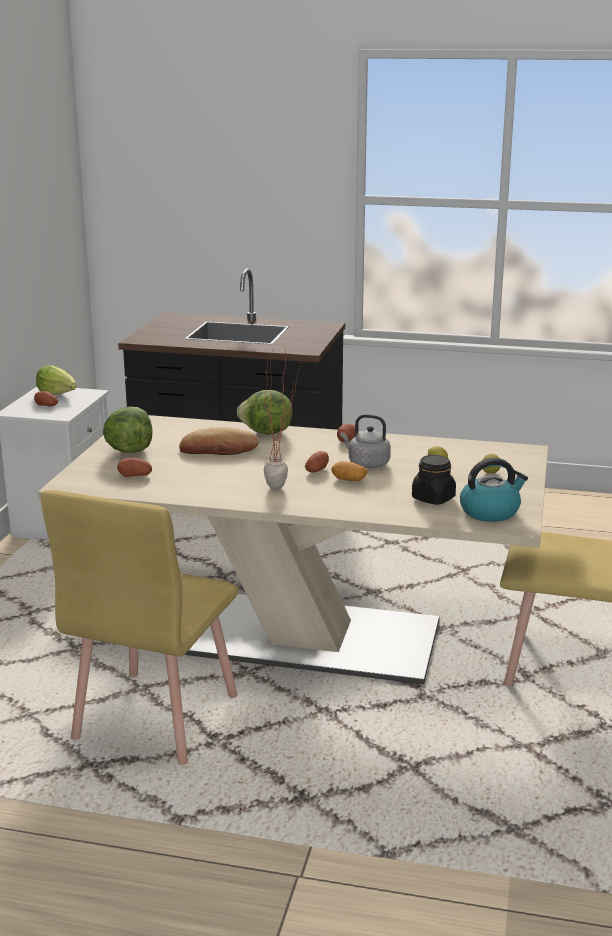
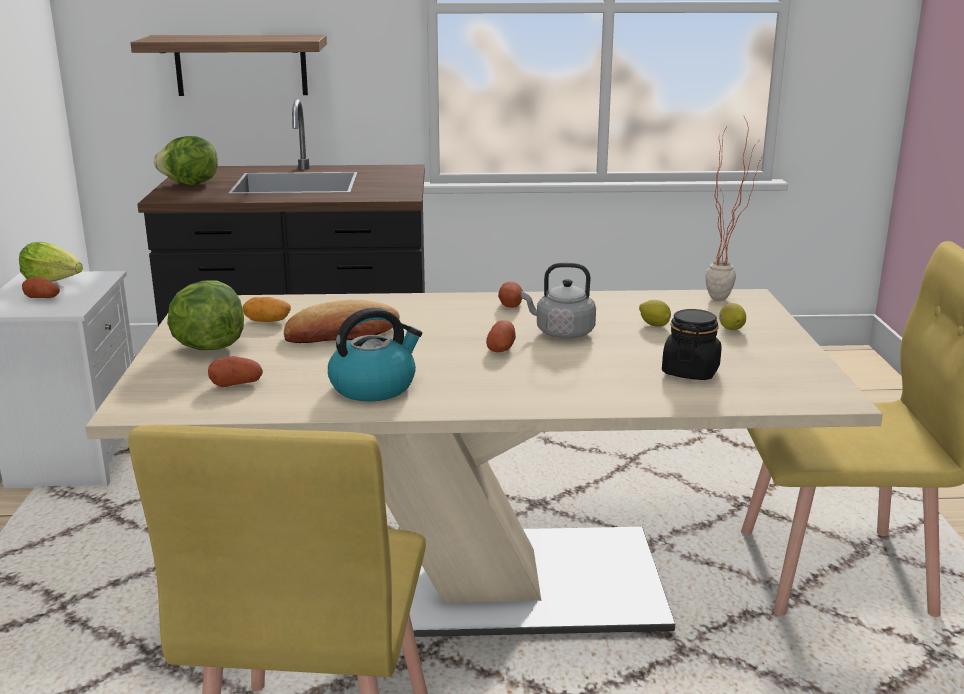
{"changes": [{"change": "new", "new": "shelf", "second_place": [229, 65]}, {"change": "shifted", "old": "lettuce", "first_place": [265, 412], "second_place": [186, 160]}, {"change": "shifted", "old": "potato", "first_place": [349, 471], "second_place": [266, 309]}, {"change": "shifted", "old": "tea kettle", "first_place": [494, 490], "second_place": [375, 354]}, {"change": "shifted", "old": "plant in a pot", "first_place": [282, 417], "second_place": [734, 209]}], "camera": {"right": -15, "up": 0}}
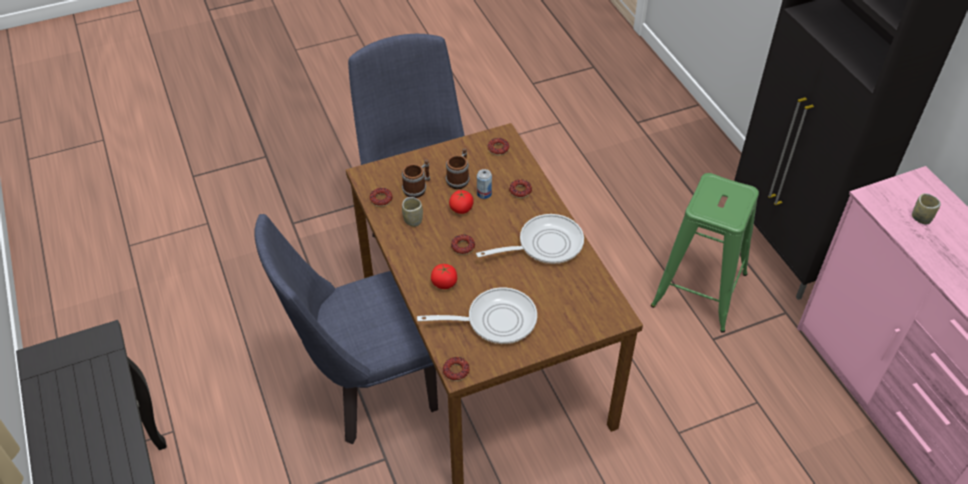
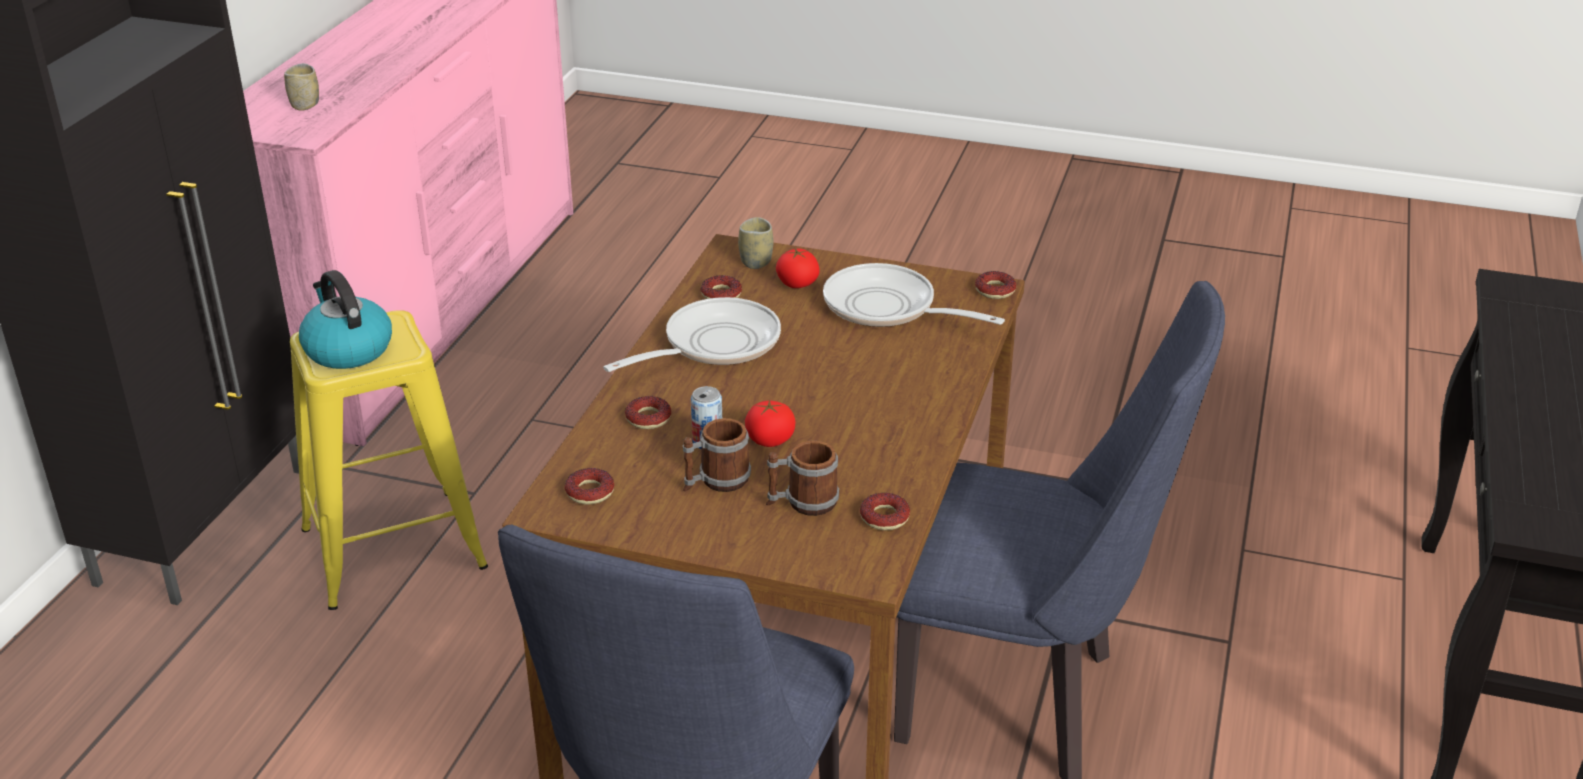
{"changes": [{"change": "repainted", "old": "green-coloured stool", "new": "yellow-coloured stool", "first_place": [705, 253], "second_place": [389, 460]}, {"change": "new", "new": "tea kettle", "second_place": [345, 319]}, {"change": "rotated", "old": "frying pan", "first_place": [530, 239], "second_place": [692, 334], "degrees": 120}, {"change": "shifted", "old": "donut", "first_place": [463, 244], "second_place": [721, 287]}, {"change": "shifted", "old": "drinking cup", "first_place": [412, 212], "second_place": [755, 243]}, {"change": "shifted", "old": "tomato", "first_place": [444, 276], "second_place": [798, 268]}], "camera": {"right": -140, "up": -15}}
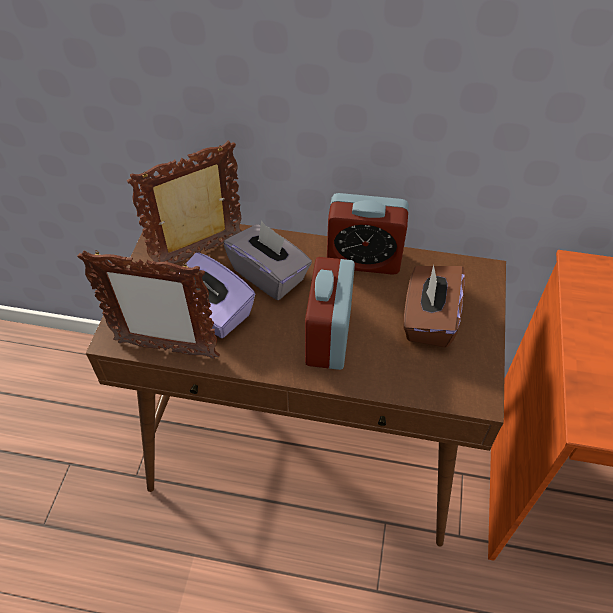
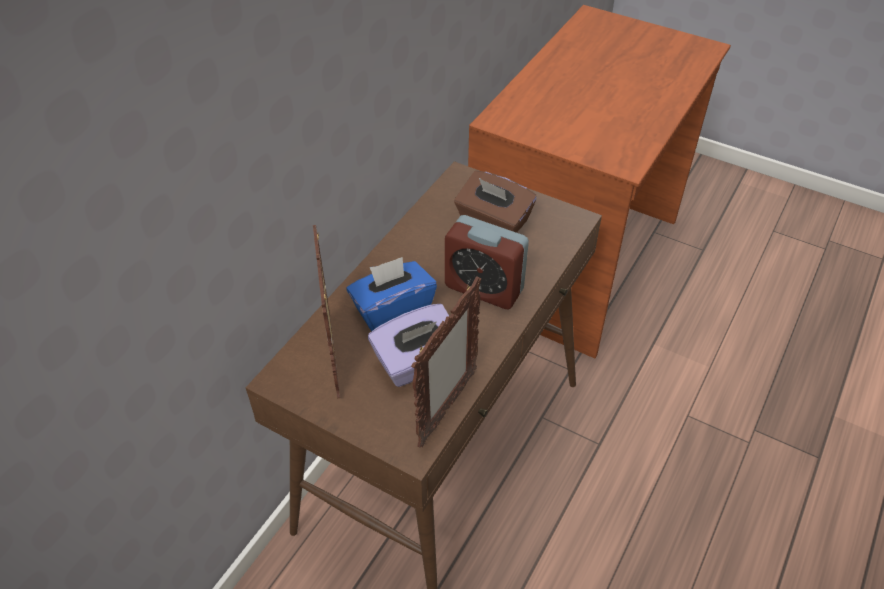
{"changes": [{"change": "repainted", "old": "gray tissue holder", "new": "blue tissue holder", "first_place": [268, 260], "second_place": [392, 294]}, {"change": "gone", "old": "bedside clock", "first_place": [368, 234]}], "camera": {"right": -70, "up": -5}}
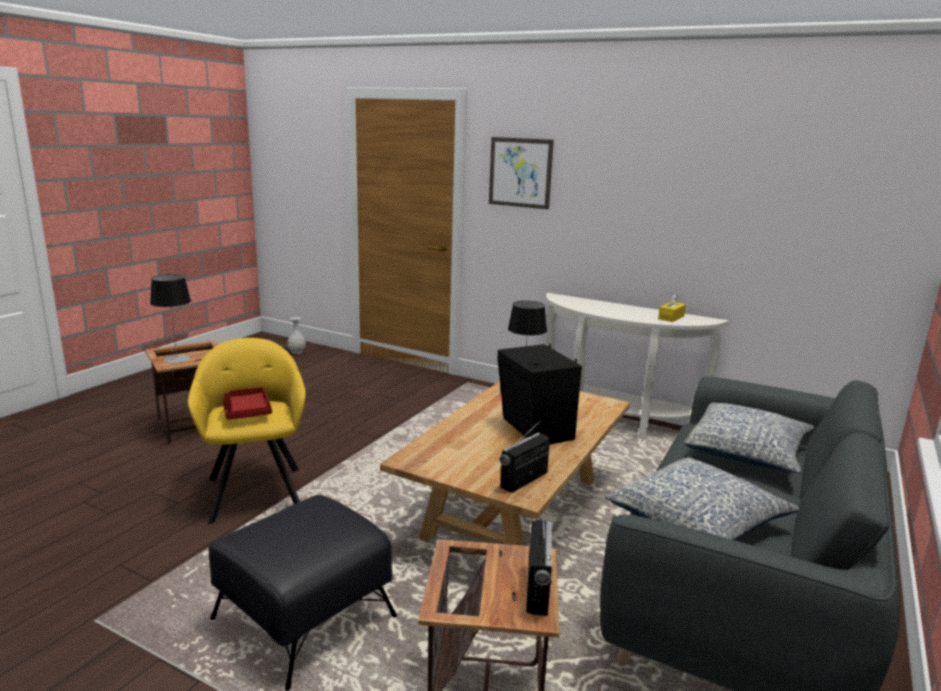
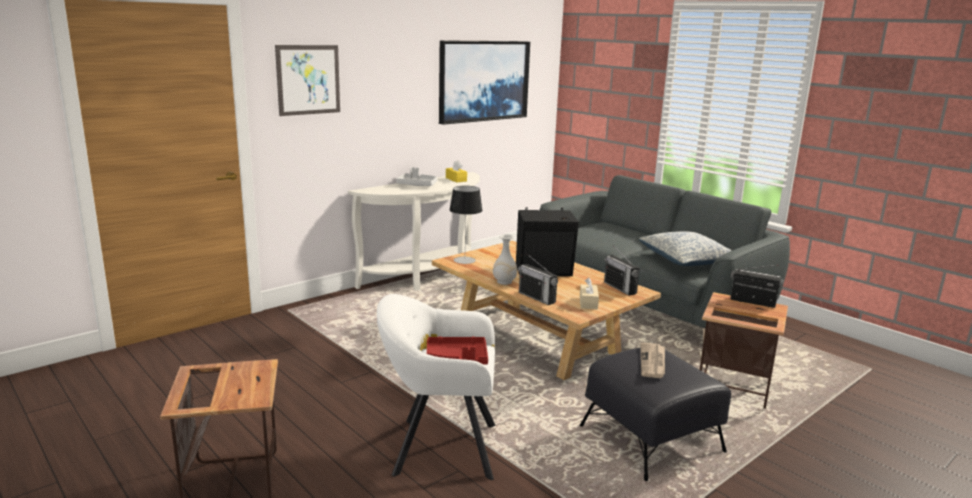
{"changes": [{"change": "repainted", "old": "yellow-coloured easy chair", "new": "white easy chair", "first_place": [247, 431], "second_place": [436, 387]}, {"change": "new", "new": "gray serving tray", "second_place": [416, 176]}, {"change": "new", "new": "wall picture", "second_place": [484, 82]}, {"change": "shifted", "old": "white vase", "first_place": [297, 335], "second_place": [505, 259]}, {"change": "new", "new": "radio receiver", "second_place": [538, 279]}, {"change": "new", "new": "beige-coloured tissue holder", "second_place": [589, 294]}, {"change": "new", "new": "daily paper", "second_place": [652, 360]}, {"change": "gone", "old": "lamp for a table", "first_place": [170, 318]}, {"change": "gone", "old": "pillow", "first_place": [749, 438]}], "camera": {"right": -70, "up": 0}}
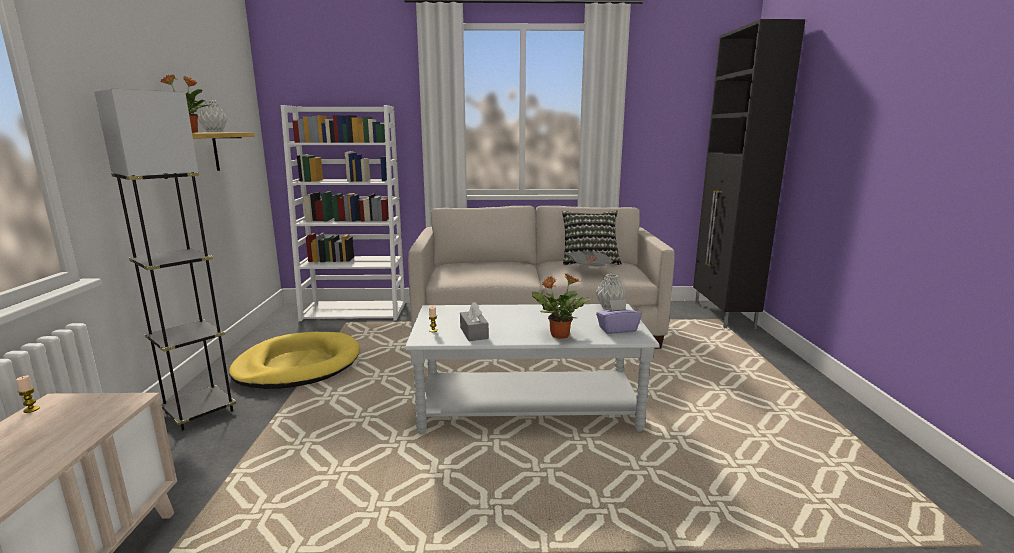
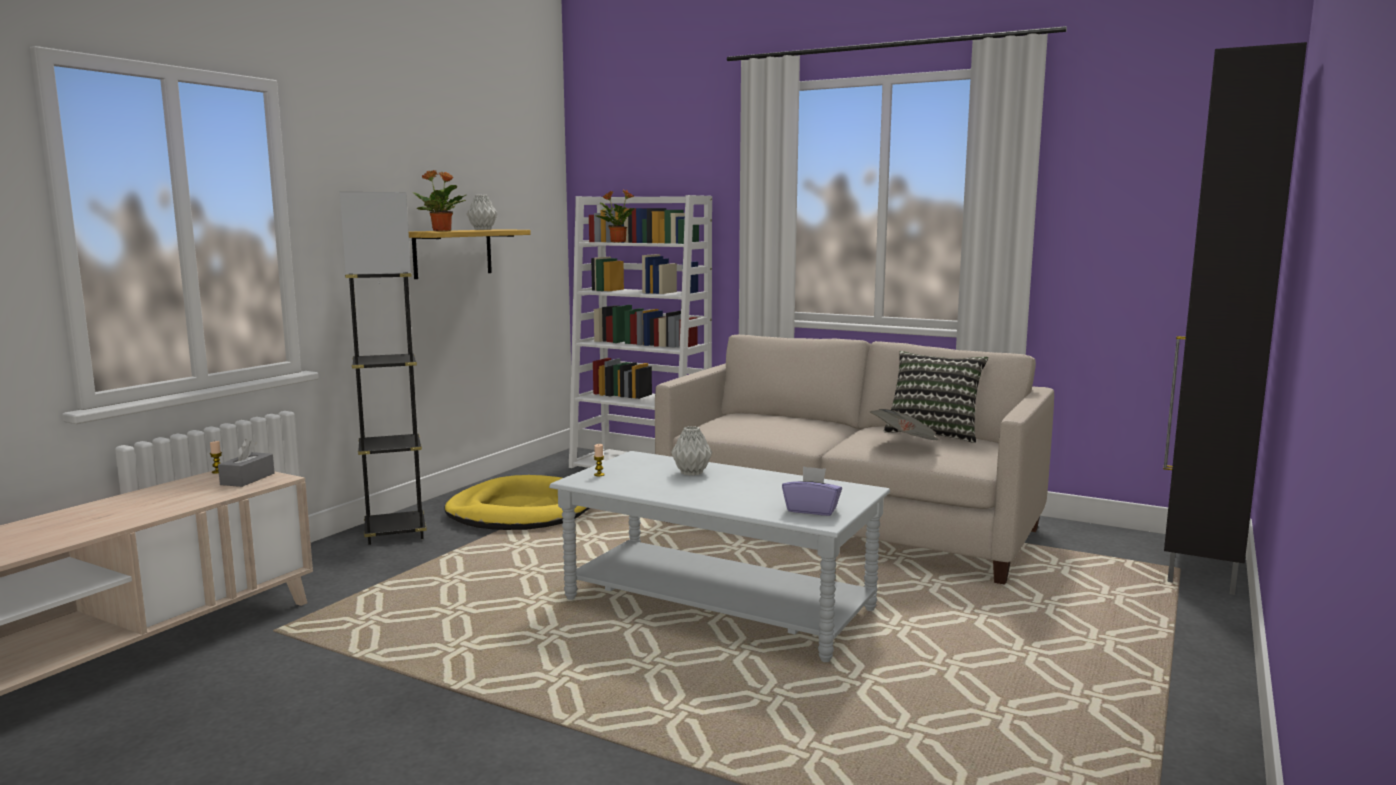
{"changes": [{"change": "shifted", "old": "gray tissue holder", "first_place": [474, 321], "second_place": [246, 463]}, {"change": "shifted", "old": "plant in a pot", "first_place": [561, 306], "second_place": [615, 216]}, {"change": "shifted", "old": "gray vase", "first_place": [611, 292], "second_place": [691, 451]}], "camera": {"right": 30, "up": -5}}
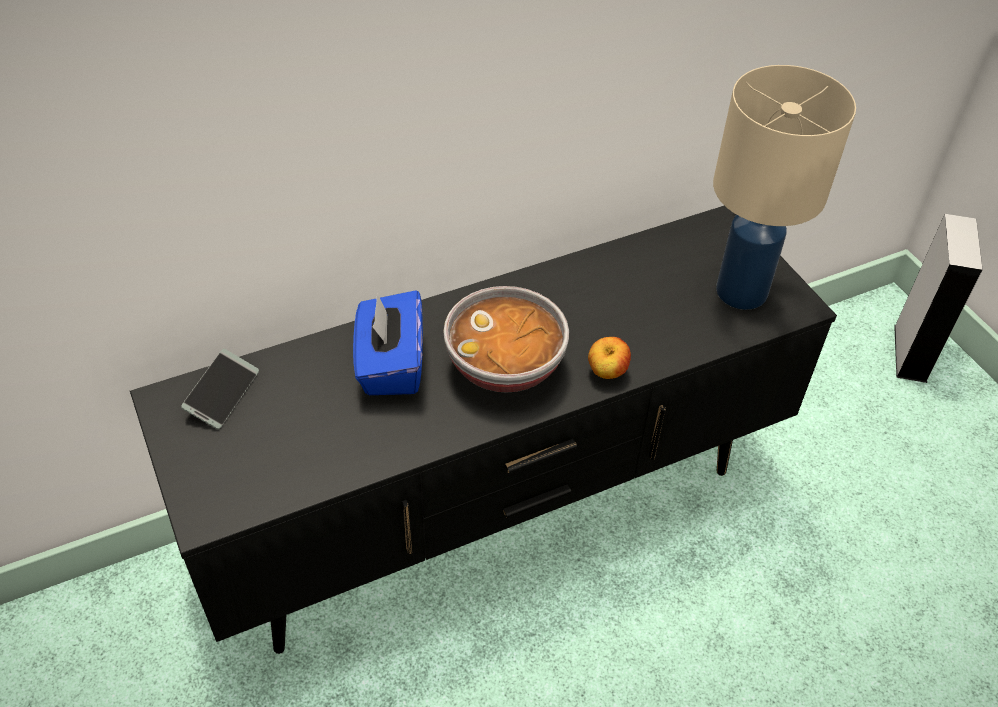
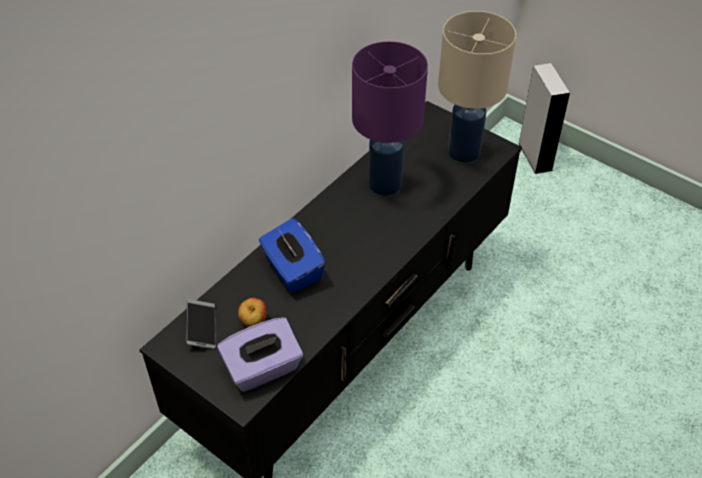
{"changes": [{"change": "new", "new": "purple-coloured tissue holder", "second_place": [260, 354]}, {"change": "shifted", "old": "whole apple", "first_place": [609, 358], "second_place": [252, 312]}, {"change": "new", "new": "purple-coloured lamp for a table", "second_place": [390, 118]}, {"change": "gone", "old": "bowl", "first_place": [506, 339]}], "camera": {"right": -25, "up": 0}}
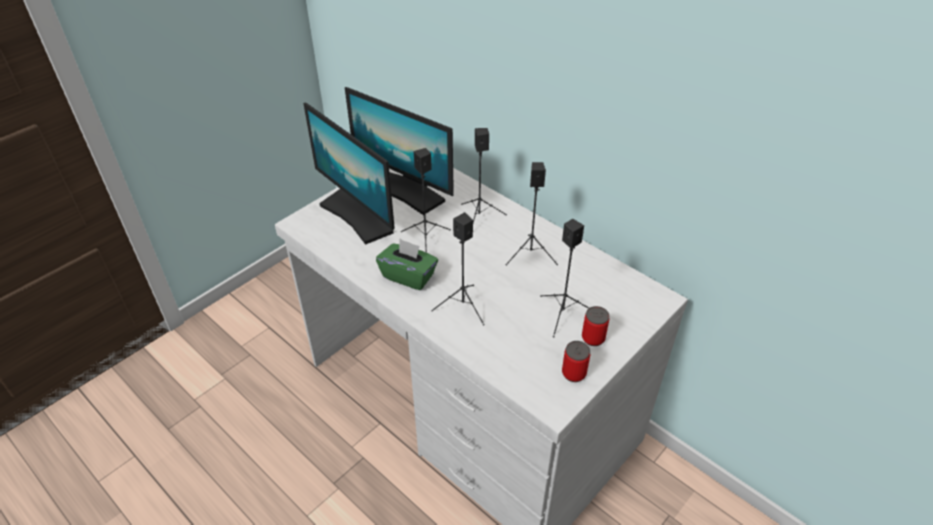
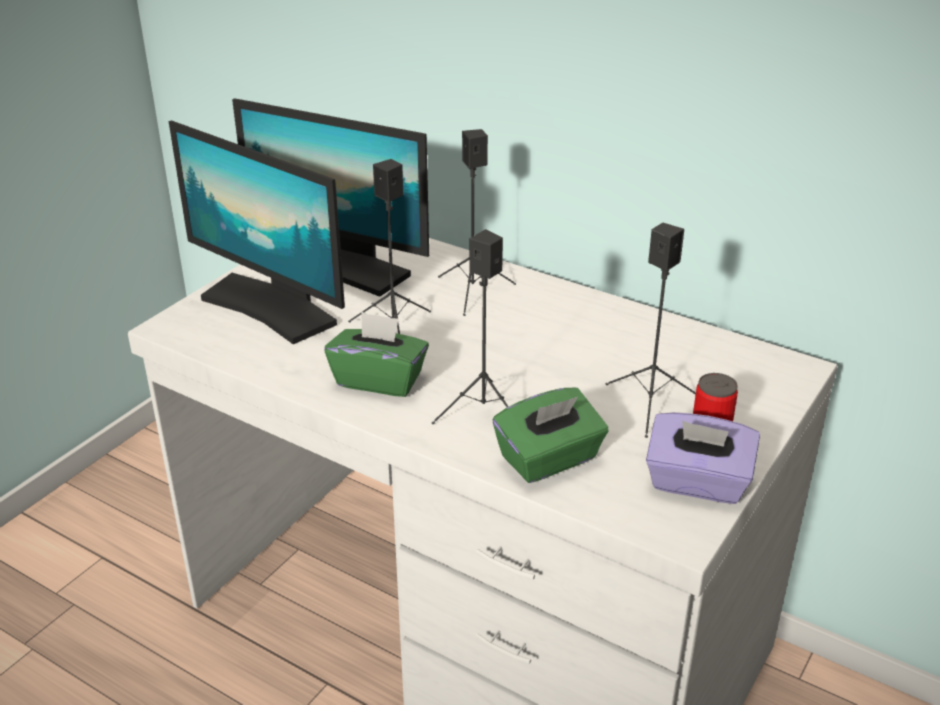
{"changes": [{"change": "new", "new": "green-coloured tissue holder", "second_place": [551, 435]}, {"change": "swapped", "old": "can", "new": "purple-coloured tissue holder", "first_place": [576, 361], "second_place": [703, 458]}, {"change": "gone", "old": "blackish audio speaker", "first_place": [532, 214]}], "camera": {"right": -10, "up": -10}}
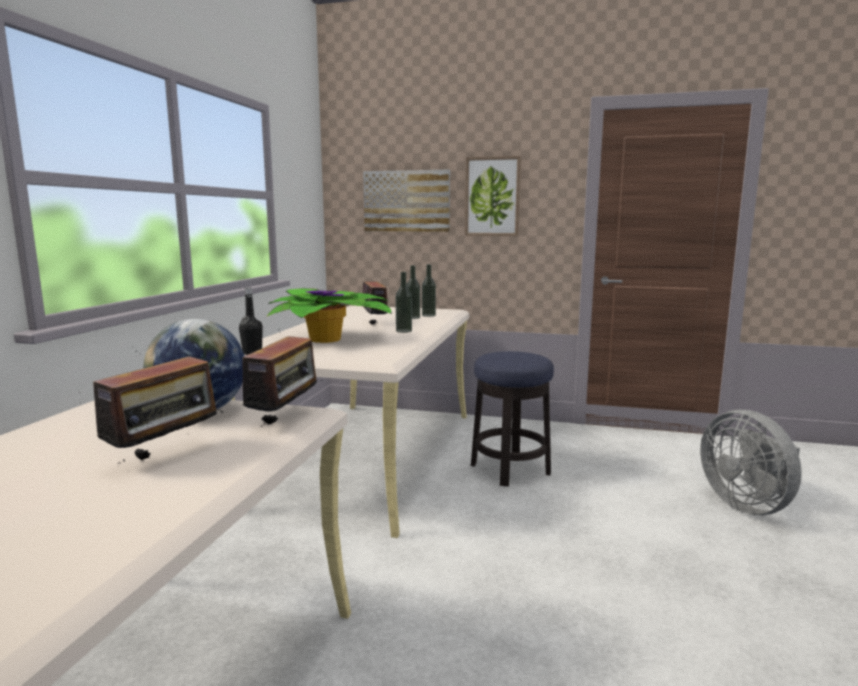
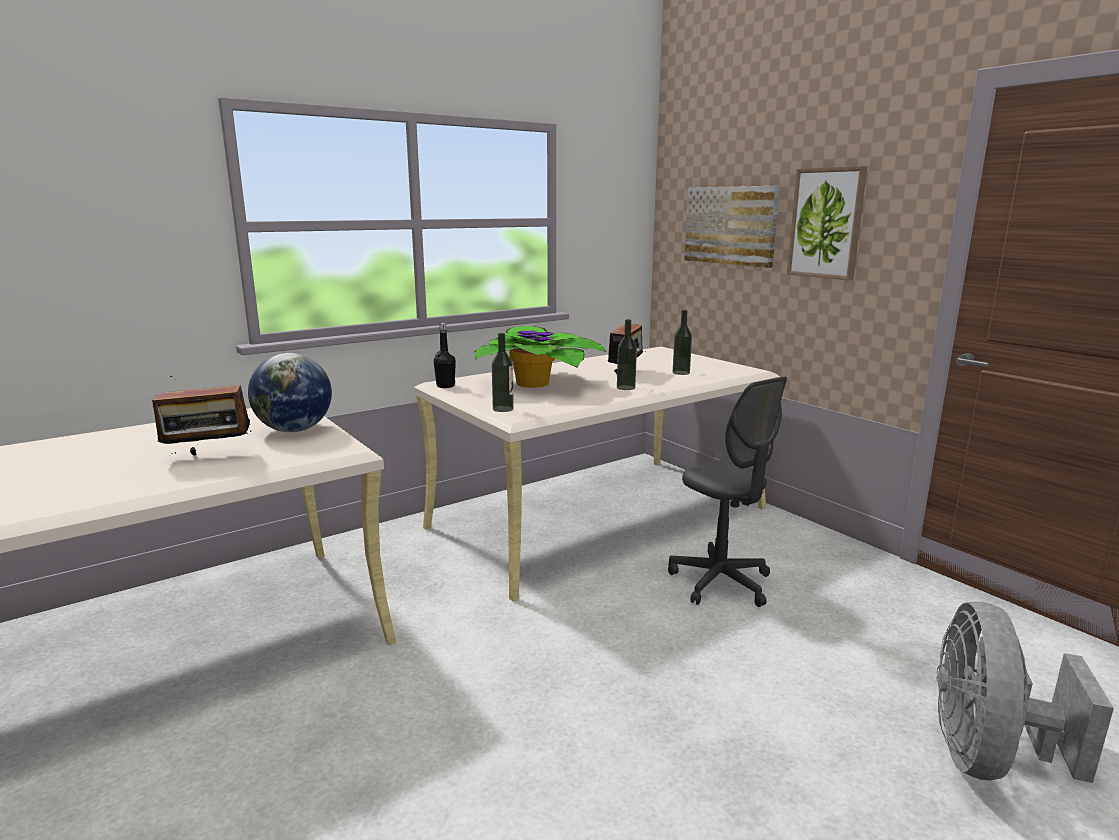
{"changes": [{"change": "shifted", "old": "drink bottle", "first_place": [429, 290], "second_place": [503, 372]}, {"change": "swapped", "old": "stool", "new": "gray desk chair", "first_place": [512, 419], "second_place": [727, 491]}, {"change": "gone", "old": "radio receiver", "first_place": [277, 377]}], "camera": {"right": 40, "up": 5}}
